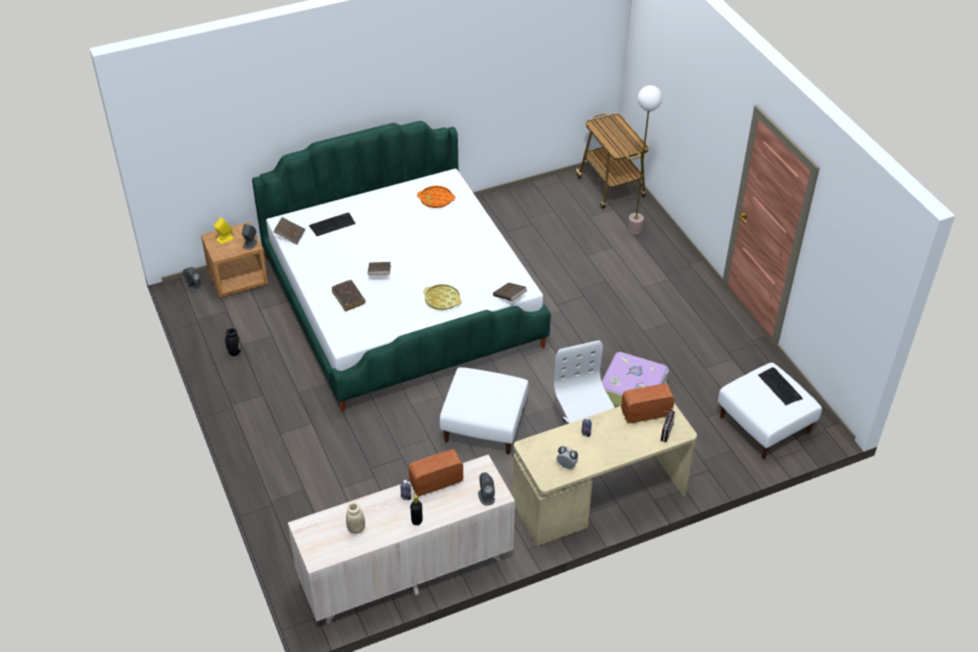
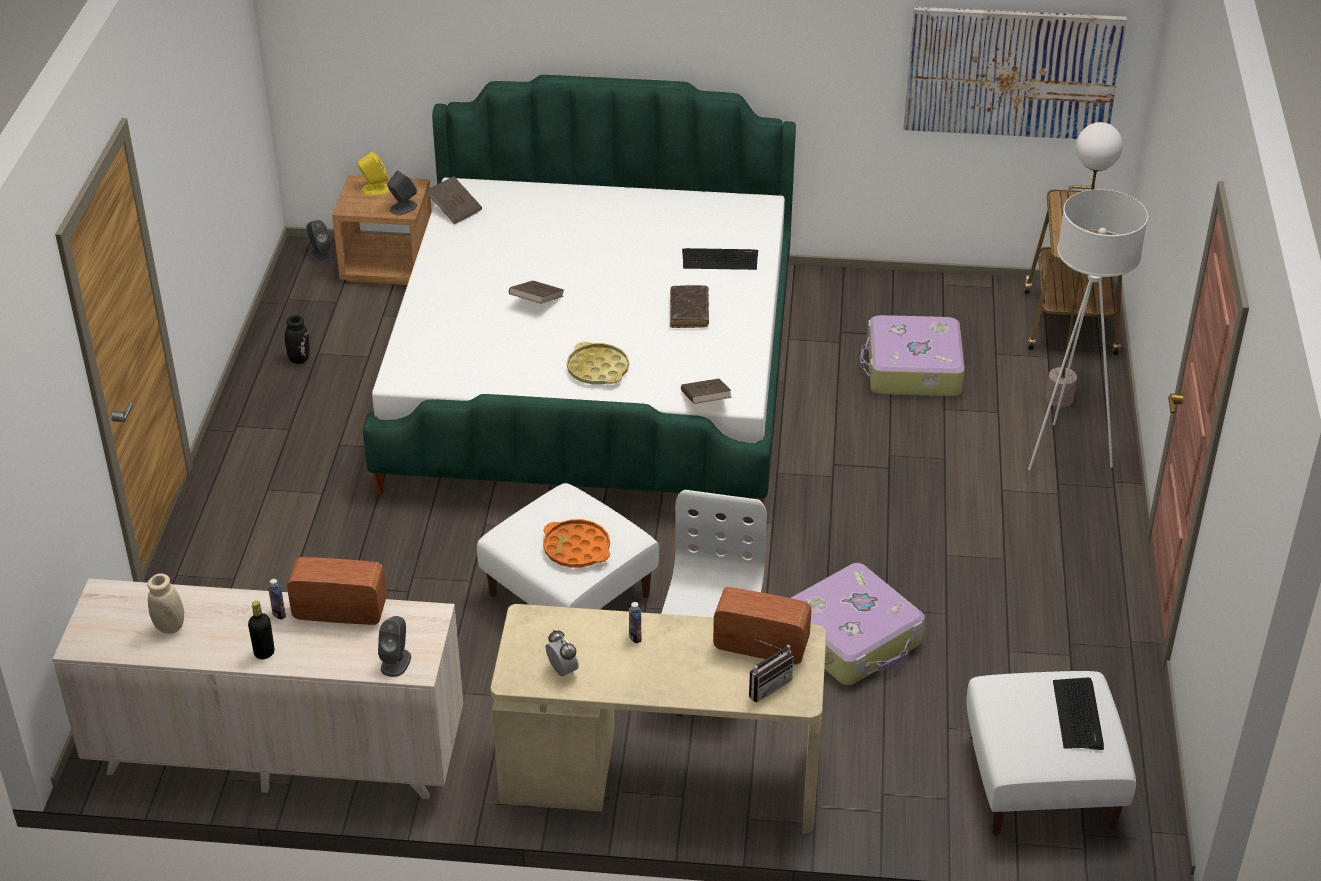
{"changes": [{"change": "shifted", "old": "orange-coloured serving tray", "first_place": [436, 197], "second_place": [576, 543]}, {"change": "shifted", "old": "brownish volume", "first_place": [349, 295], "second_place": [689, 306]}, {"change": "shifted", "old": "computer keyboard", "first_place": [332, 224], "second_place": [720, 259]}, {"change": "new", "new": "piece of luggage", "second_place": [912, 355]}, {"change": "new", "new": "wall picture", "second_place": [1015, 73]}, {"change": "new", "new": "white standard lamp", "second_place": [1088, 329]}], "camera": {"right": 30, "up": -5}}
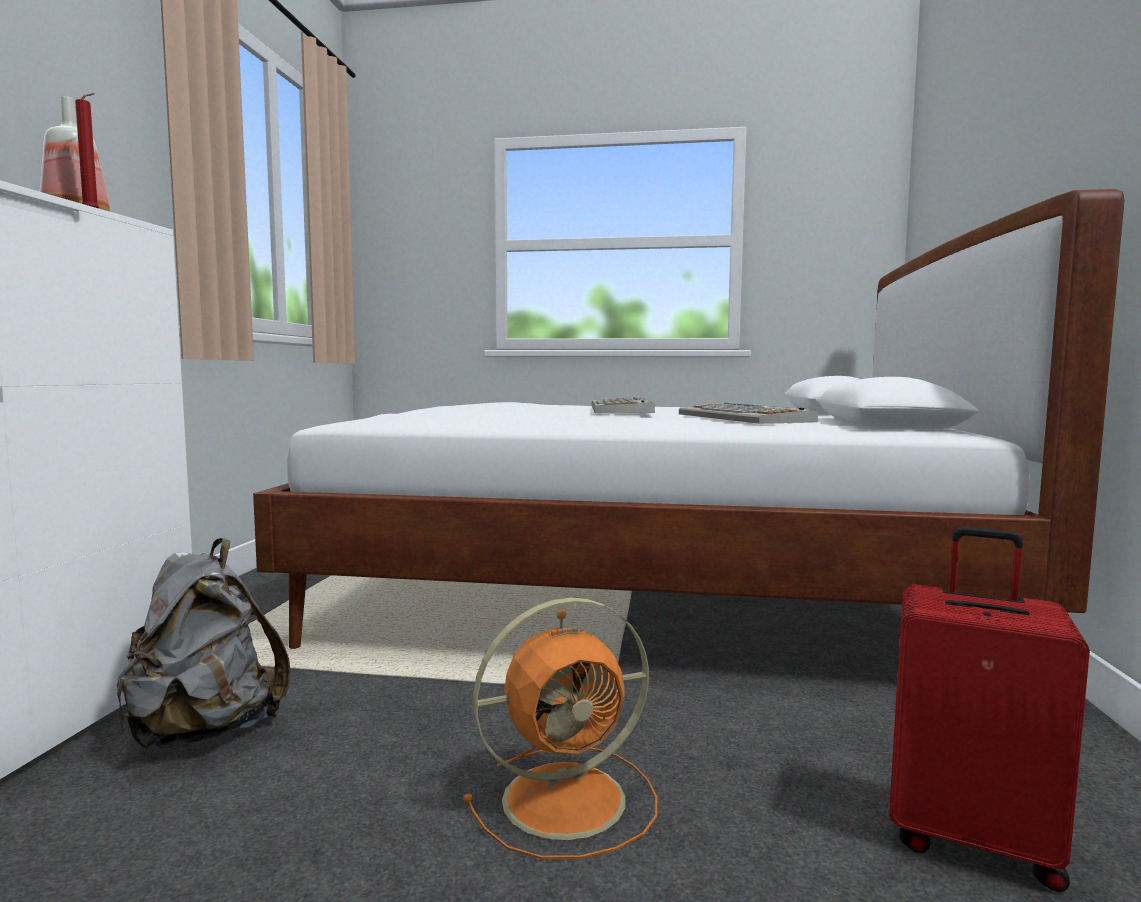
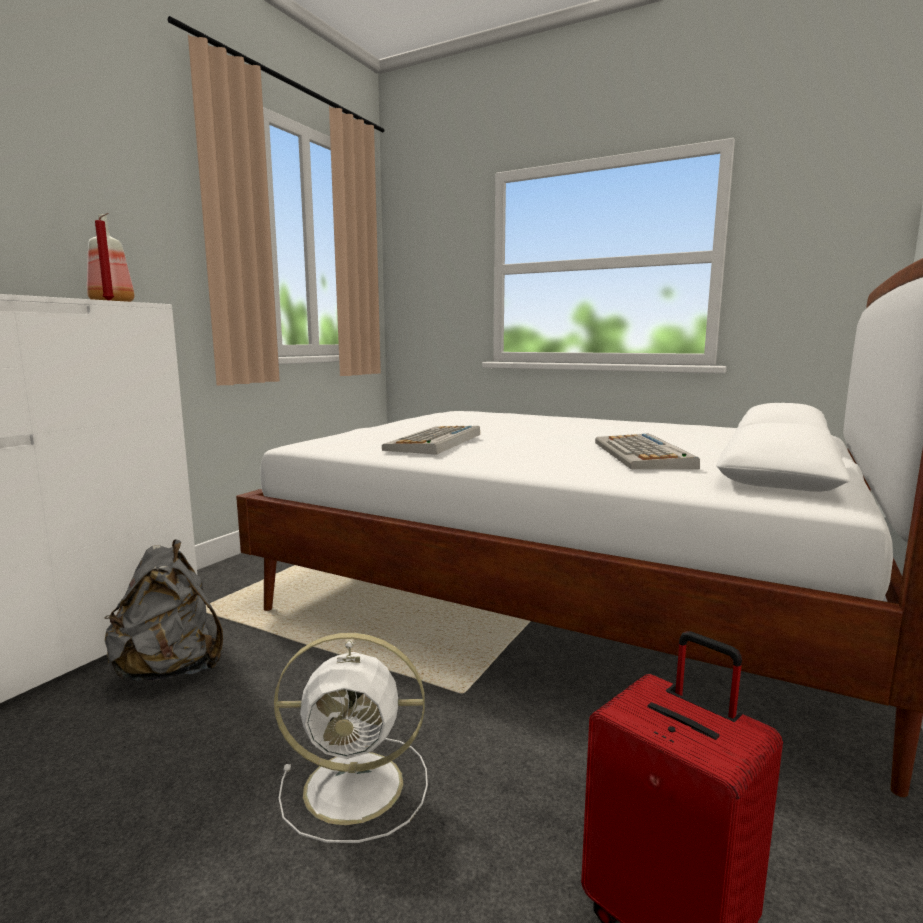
{"changes": [{"change": "repainted", "old": "orange-coloured cooling fan", "new": "white cooling fan", "first_place": [560, 728], "second_place": [351, 738]}, {"change": "shifted", "old": "computer keyboard", "first_place": [623, 405], "second_place": [431, 440]}], "camera": {"right": 20, "up": 5}}
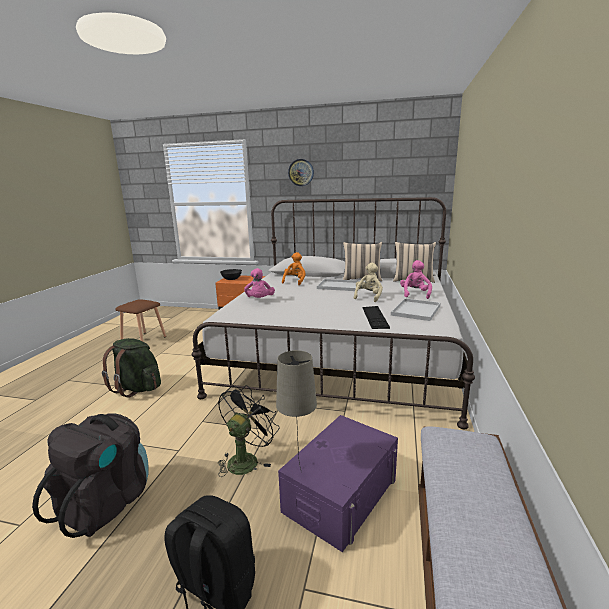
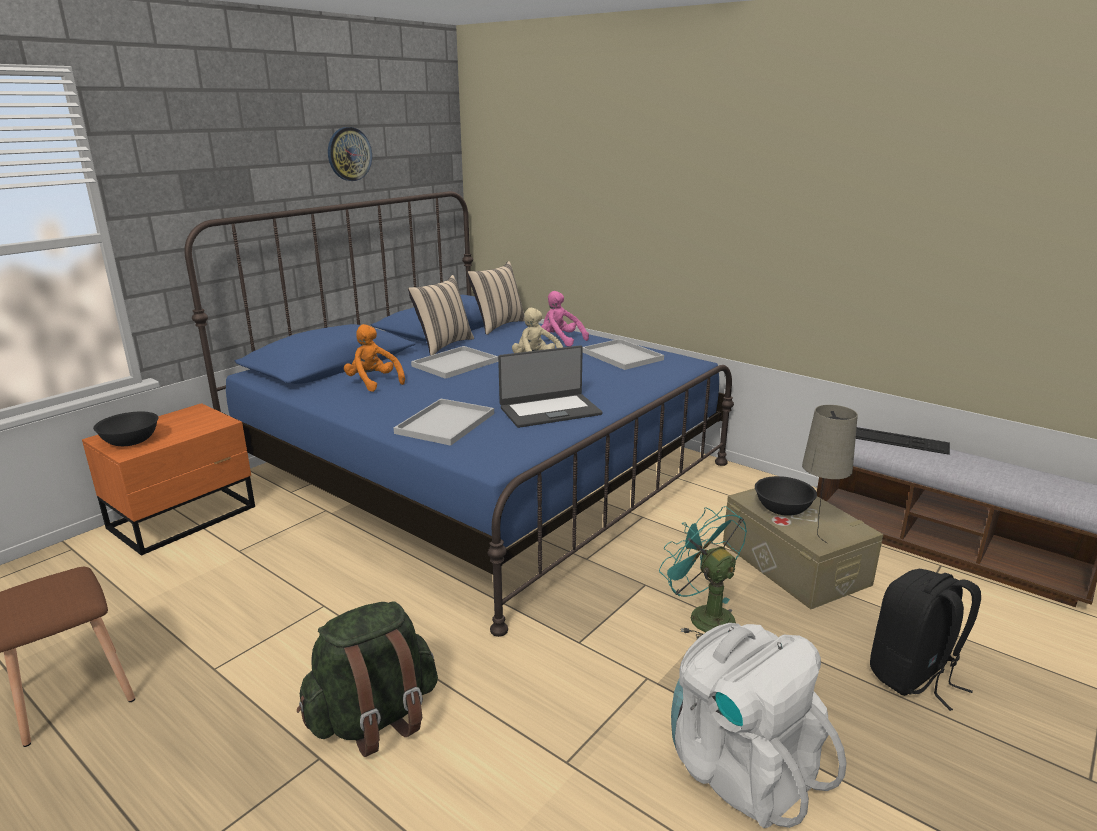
{"changes": [{"change": "repainted", "old": "white bed", "new": "blue bed", "first_place": [333, 313], "second_place": [459, 414]}, {"change": "shifted", "old": "clock on the wall", "first_place": [301, 172], "second_place": [350, 154]}, {"change": "swapped", "old": "pink-coloured soft toy", "new": "white serving tray", "first_place": [259, 283], "second_place": [444, 422]}, {"change": "new", "new": "portable computer", "second_place": [550, 386]}, {"change": "repainted", "old": "blackish cooling fan", "new": "turquoise cooling fan", "first_place": [249, 431], "second_place": [703, 572]}, {"change": "repainted", "old": "blackish rucksack", "new": "white rucksack", "first_place": [90, 475], "second_place": [759, 725]}, {"change": "repainted", "old": "purple-coloured storage container", "new": "beige-coloured storage container", "first_place": [338, 483], "second_place": [803, 548]}, {"change": "new", "new": "blackish bowl", "second_place": [786, 496]}, {"change": "shifted", "old": "computer keyboard", "first_place": [376, 317], "second_place": [903, 441]}], "camera": {"right": -65, "up": 5}}
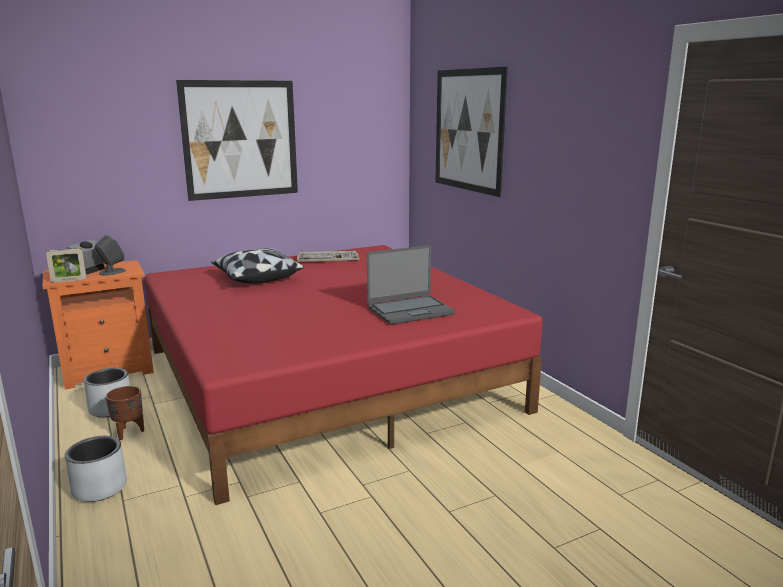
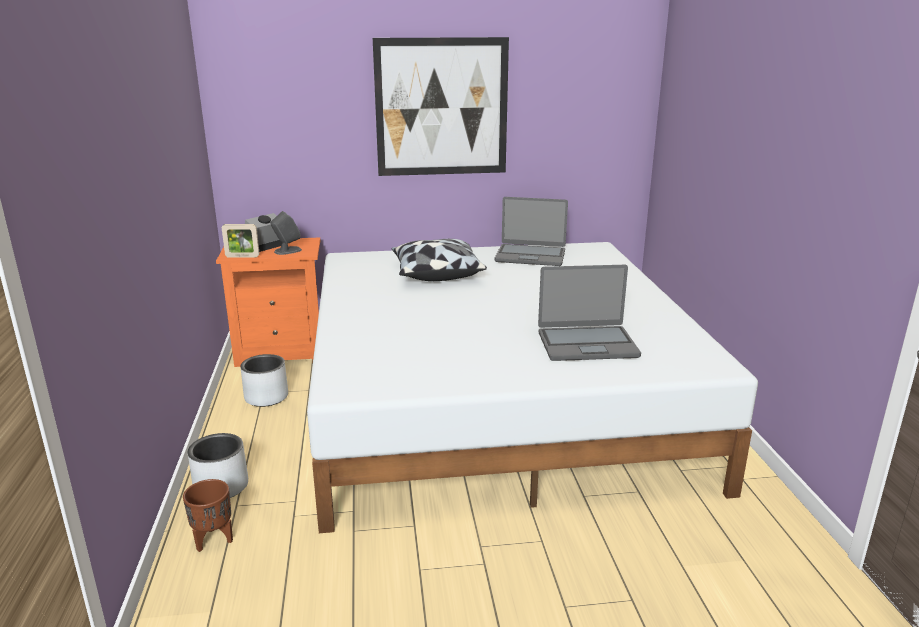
{"changes": [{"change": "shifted", "old": "brownish plant pot", "first_place": [125, 413], "second_place": [208, 515]}, {"change": "repainted", "old": "reddish bed", "new": "white bed", "first_place": [343, 375], "second_place": [532, 387]}, {"change": "swapped", "old": "computer keyboard", "new": "portable computer", "first_place": [328, 256], "second_place": [531, 231]}, {"change": "gone", "old": "wall picture", "first_place": [471, 132]}], "camera": {"right": 20, "up": 5}}
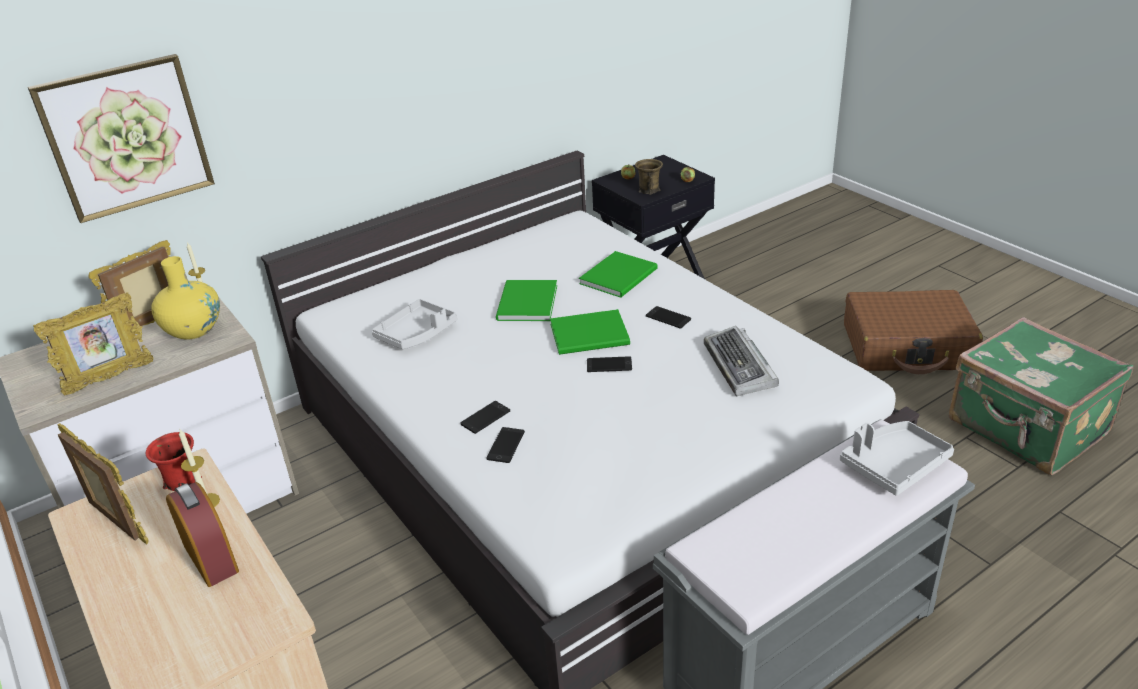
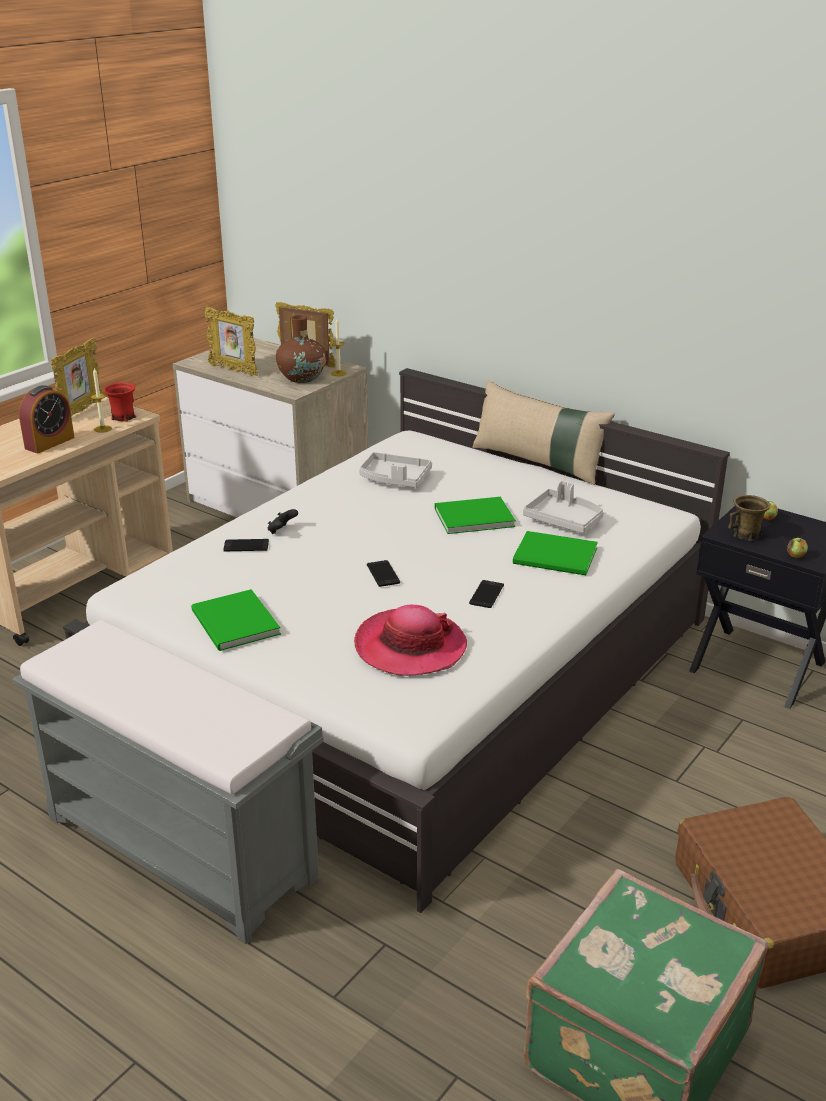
{"changes": [{"change": "shifted", "old": "green-coloured volume", "first_place": [590, 332], "second_place": [236, 620]}, {"change": "swapped", "old": "telephone", "new": "blackish joypad", "first_place": [485, 417], "second_place": [283, 521]}, {"change": "repainted", "old": "yellow-coloured vase", "new": "brownish vase", "first_place": [185, 298], "second_place": [301, 349]}, {"change": "swapped", "old": "computer keyboard", "new": "wearable hat", "first_place": [741, 361], "second_place": [410, 640]}, {"change": "new", "new": "beige-coloured pillow", "second_place": [543, 432]}, {"change": "shifted", "old": "gray serving tray", "first_place": [897, 458], "second_place": [563, 507]}, {"change": "gone", "old": "wall picture", "first_place": [121, 138]}], "camera": {"right": 70, "up": -5}}
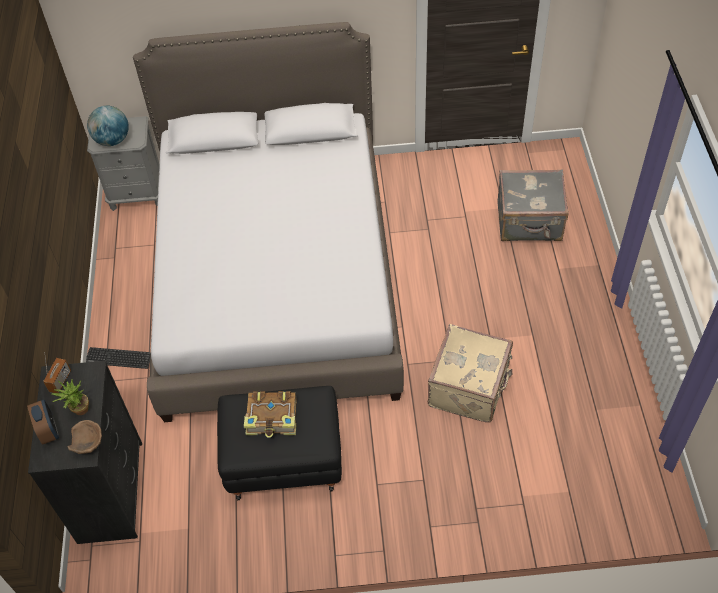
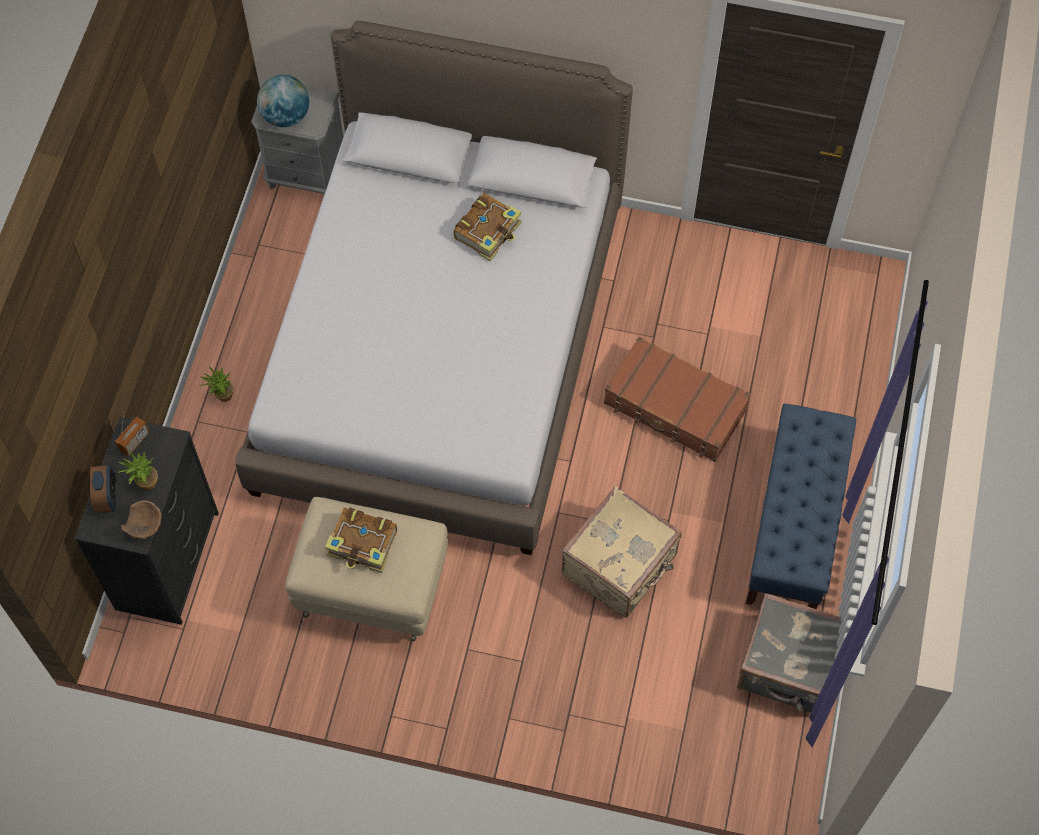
{"changes": [{"change": "swapped", "old": "computer keyboard", "new": "plant in a pot", "first_place": [118, 358], "second_place": [216, 384]}, {"change": "repainted", "old": "blackish ottoman", "new": "beige-coloured ottoman", "first_place": [279, 443], "second_place": [366, 569]}, {"change": "new", "new": "volume", "second_place": [487, 227]}, {"change": "new", "new": "brownish piece of luggage", "second_place": [677, 399]}, {"change": "shifted", "old": "gray piece of luggage", "first_place": [532, 205], "second_place": [789, 653]}, {"change": "new", "new": "blue long seat", "second_place": [801, 506]}], "camera": {"right": 15, "up": 10}}
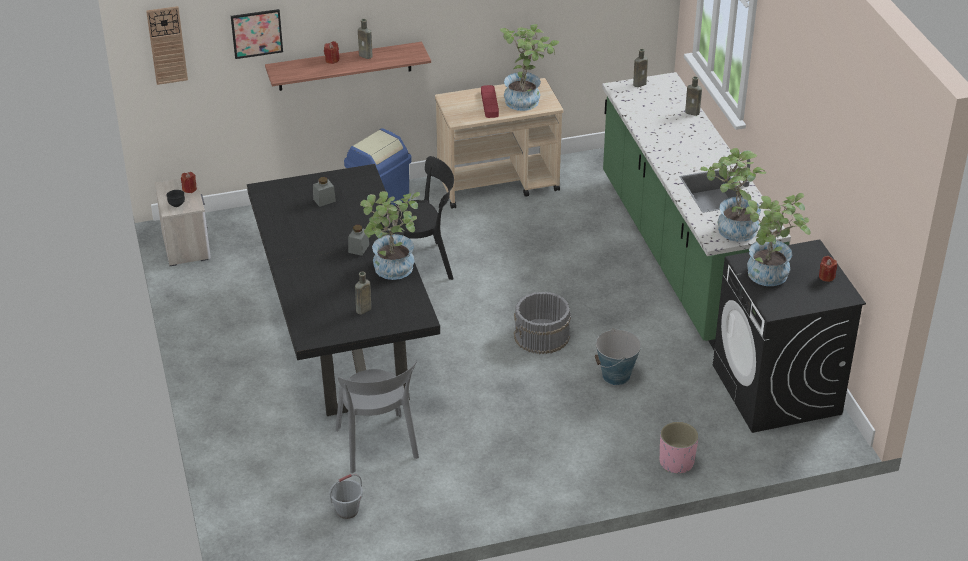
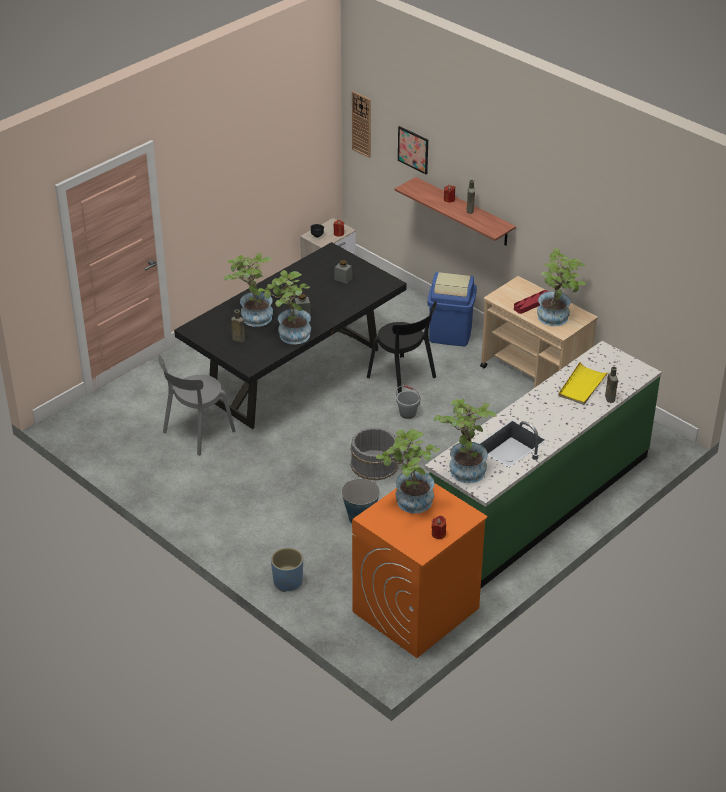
{"changes": [{"change": "new", "new": "plant in a pot", "second_place": [248, 290]}, {"change": "repainted", "old": "pink-coloured plant pot", "new": "blue plant pot", "first_place": [679, 447], "second_place": [287, 570]}, {"change": "repainted", "old": "blackish washing machine", "new": "orange-coloured washing machine", "first_place": [789, 336], "second_place": [420, 570]}, {"change": "shifted", "old": "gray water bucket", "first_place": [346, 496], "second_place": [408, 402]}, {"change": "new", "new": "yellow-coloured serving tray", "second_place": [583, 383]}, {"change": "gone", "old": "brownish drink bottle", "first_place": [640, 67]}], "camera": {"right": 60, "up": 0}}
